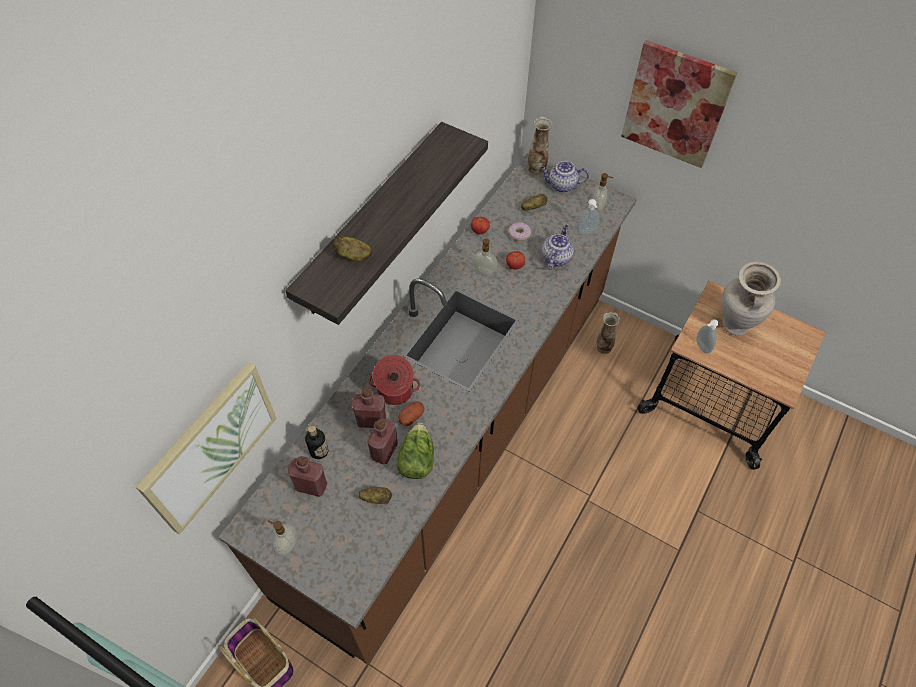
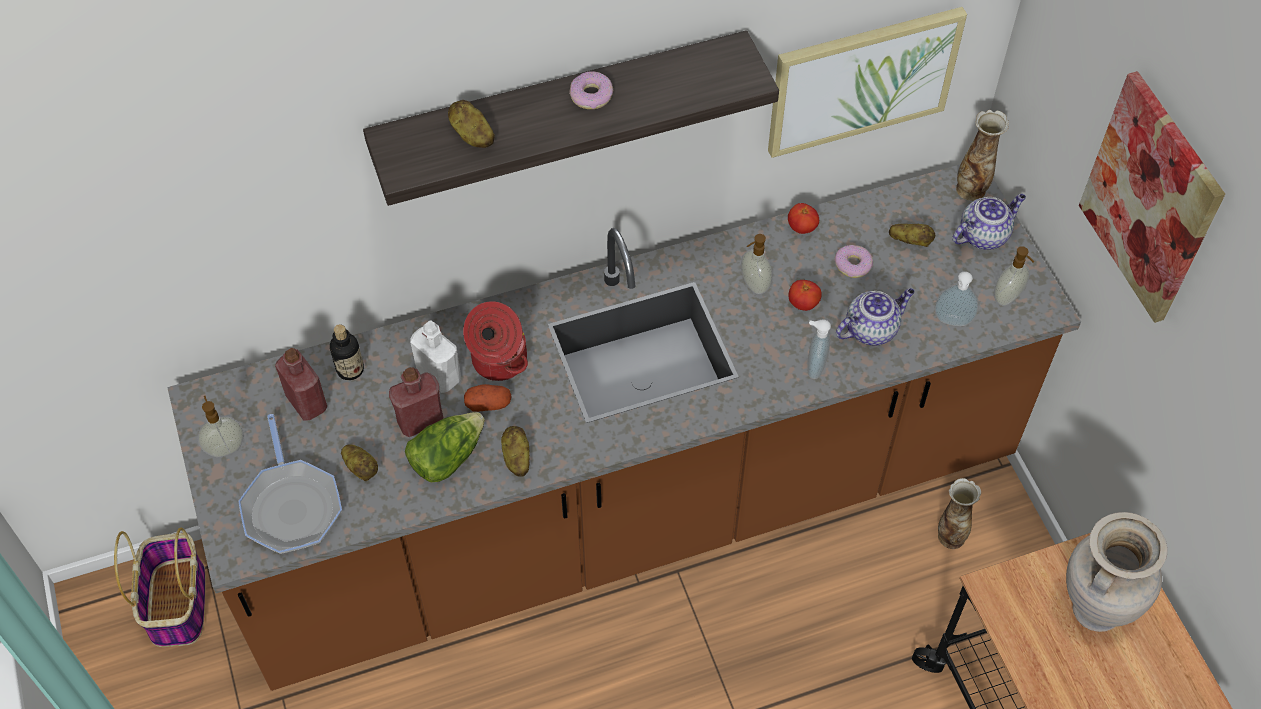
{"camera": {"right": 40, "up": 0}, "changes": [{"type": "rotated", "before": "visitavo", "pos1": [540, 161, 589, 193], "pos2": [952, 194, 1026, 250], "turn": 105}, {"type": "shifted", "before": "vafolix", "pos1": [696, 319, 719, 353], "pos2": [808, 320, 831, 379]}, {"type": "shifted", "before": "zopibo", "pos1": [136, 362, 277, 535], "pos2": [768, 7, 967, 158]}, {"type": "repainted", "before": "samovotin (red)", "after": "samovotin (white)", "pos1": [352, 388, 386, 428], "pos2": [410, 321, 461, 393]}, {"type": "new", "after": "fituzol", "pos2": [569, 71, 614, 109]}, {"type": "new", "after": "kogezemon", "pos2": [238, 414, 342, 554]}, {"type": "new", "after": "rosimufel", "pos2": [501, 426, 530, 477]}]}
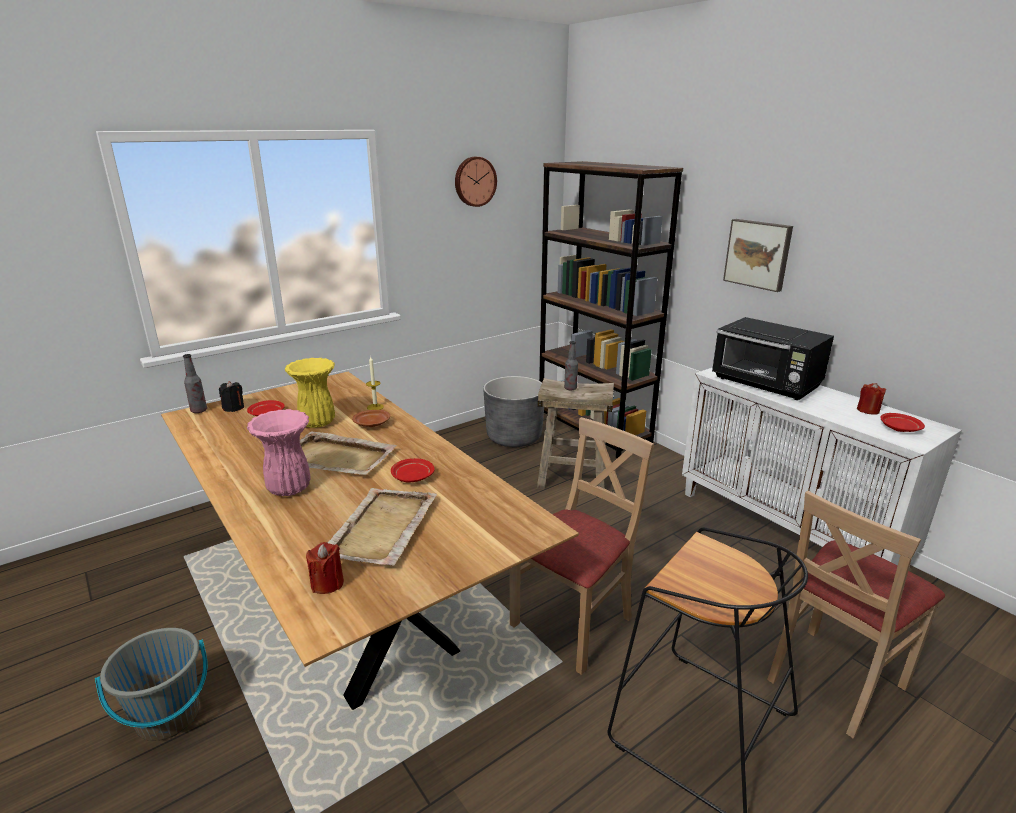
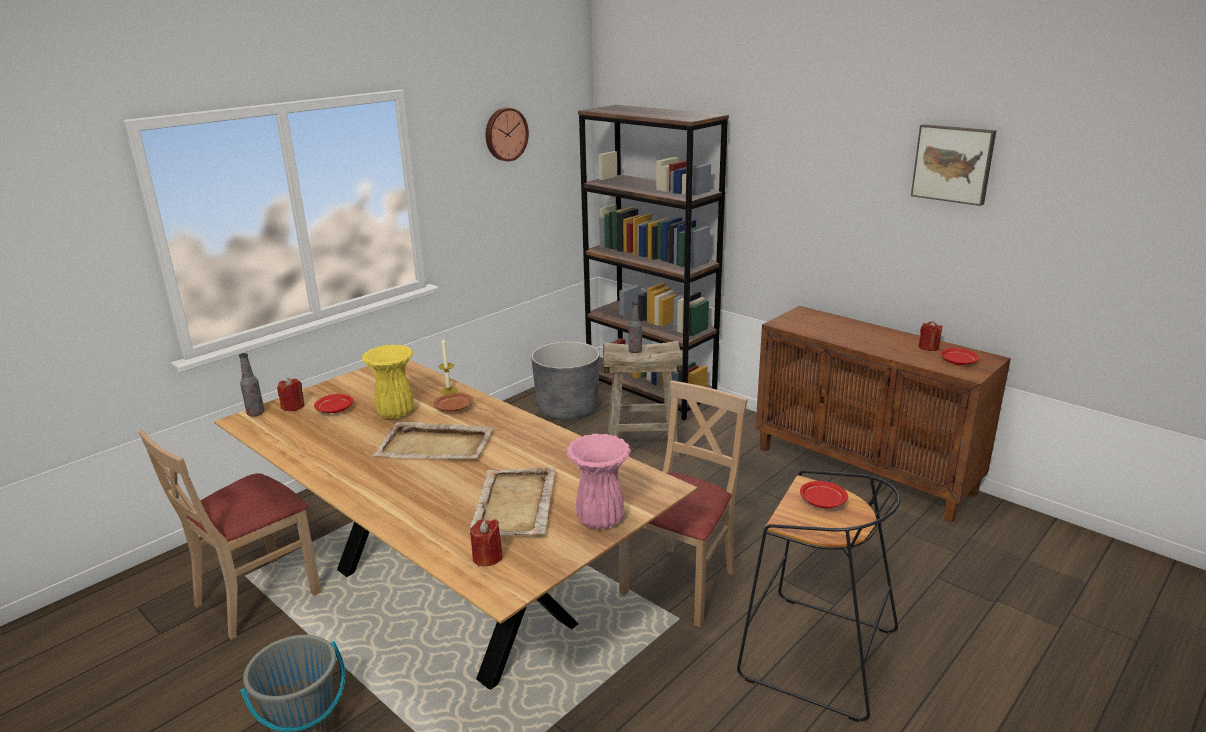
{"camera": {"right": -10, "up": 0}, "changes": [{"type": "shifted", "before": "zopibo", "pos1": [723, 219, 793, 292], "pos2": [911, 124, 996, 206]}, {"type": "gone", "before": "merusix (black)", "pos1": [712, 317, 834, 400]}, {"type": "repainted", "before": "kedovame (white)", "after": "kedovame (brown)", "pos1": [682, 367, 962, 565], "pos2": [756, 306, 1011, 523]}, {"type": "repainted", "before": "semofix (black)", "after": "semofix (red)", "pos1": [219, 381, 244, 412], "pos2": [277, 378, 305, 411]}, {"type": "shifted", "before": "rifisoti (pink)", "pos1": [247, 409, 311, 496], "pos2": [566, 433, 631, 529]}, {"type": "shifted", "before": "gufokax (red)", "pos1": [391, 458, 435, 482], "pos2": [800, 481, 848, 508]}, {"type": "shifted", "before": "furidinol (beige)", "pos1": [767, 490, 945, 738], "pos2": [139, 430, 322, 640]}]}
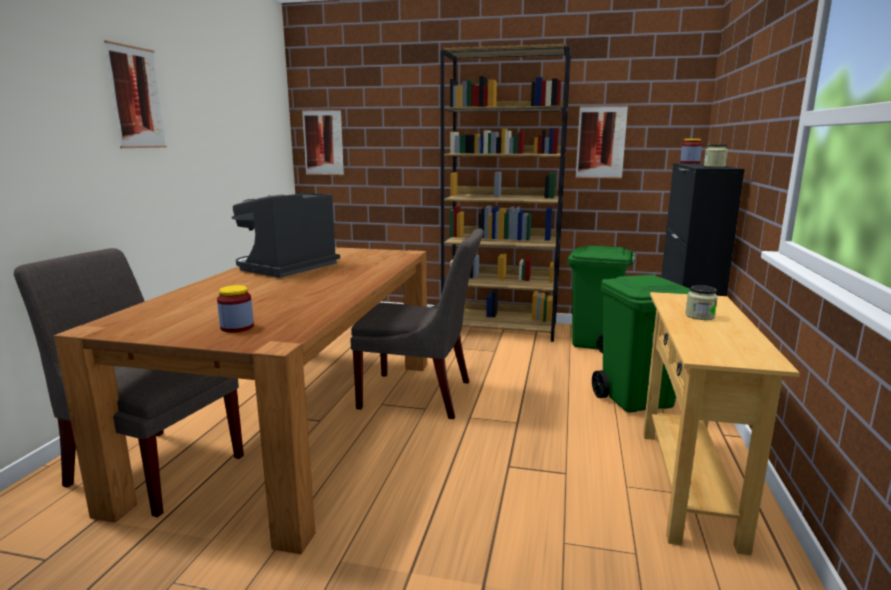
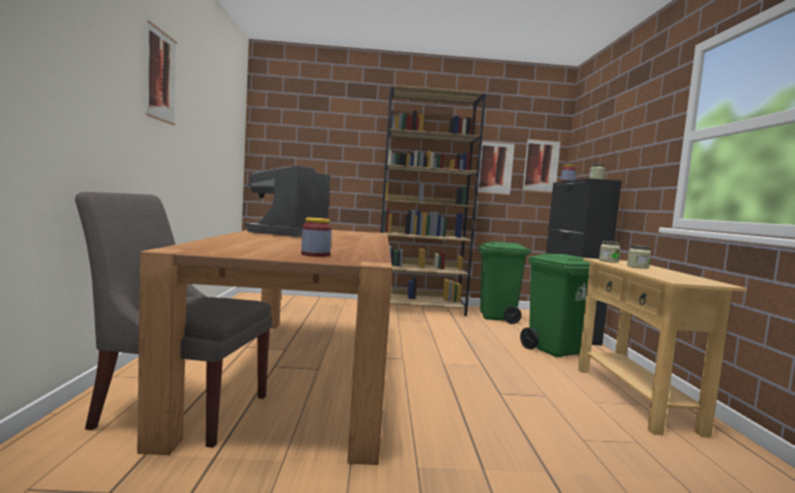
{"camera": {"right": -15, "up": -10}, "changes": [{"type": "shifted", "before": "zopibo", "pos1": [302, 110, 344, 175], "pos2": [522, 139, 561, 193]}, {"type": "gone", "before": "furidinol (grey)", "pos1": [350, 228, 484, 419]}, {"type": "new", "after": "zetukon", "pos2": [599, 241, 621, 263]}]}
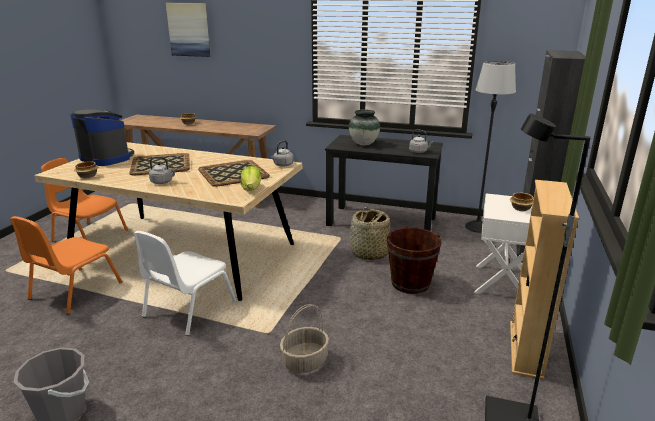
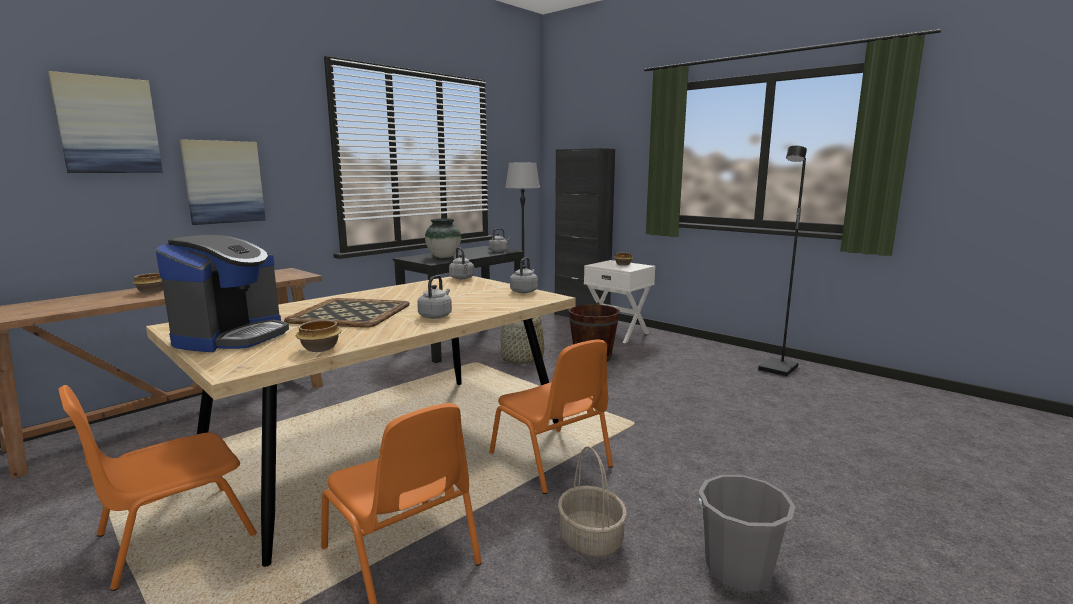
{"camera": {"right": -65, "up": -10}, "changes": [{"type": "rotated", "before": "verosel", "pos1": [70, 109, 134, 166], "pos2": [156, 235, 289, 352], "turn": 135}, {"type": "gone", "before": "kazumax", "pos1": [198, 160, 270, 187]}, {"type": "swapped", "before": "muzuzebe", "after": "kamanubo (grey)", "pos1": [241, 166, 262, 191], "pos2": [510, 257, 538, 293]}, {"type": "gone", "before": "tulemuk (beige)", "pos1": [510, 180, 579, 380]}, {"type": "repainted", "before": "furidinol (white)", "after": "furidinol (orange)", "pos1": [134, 231, 236, 336], "pos2": [489, 340, 613, 494]}, {"type": "shifted", "before": "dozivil", "pos1": [280, 304, 329, 373], "pos2": [558, 446, 627, 558]}, {"type": "new", "after": "zopibo", "pos2": [180, 139, 266, 225]}]}
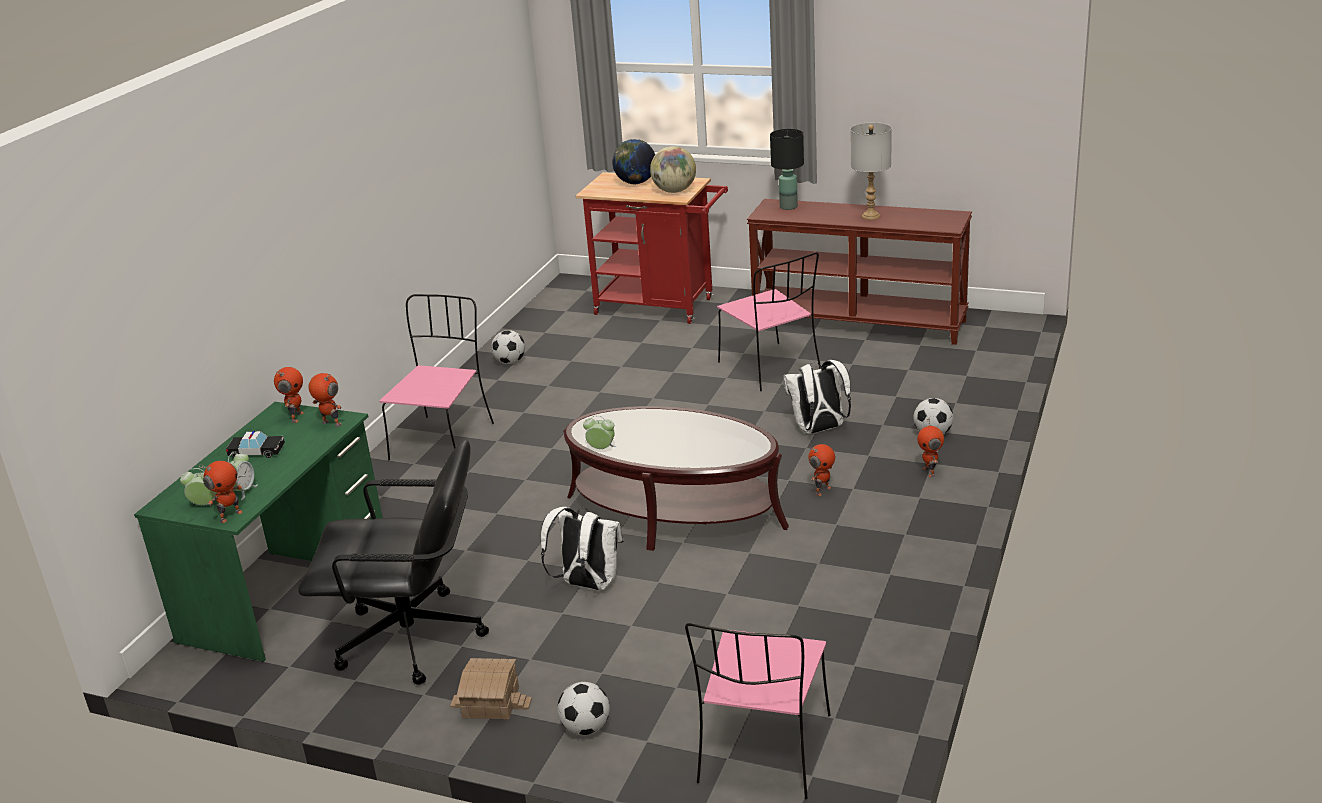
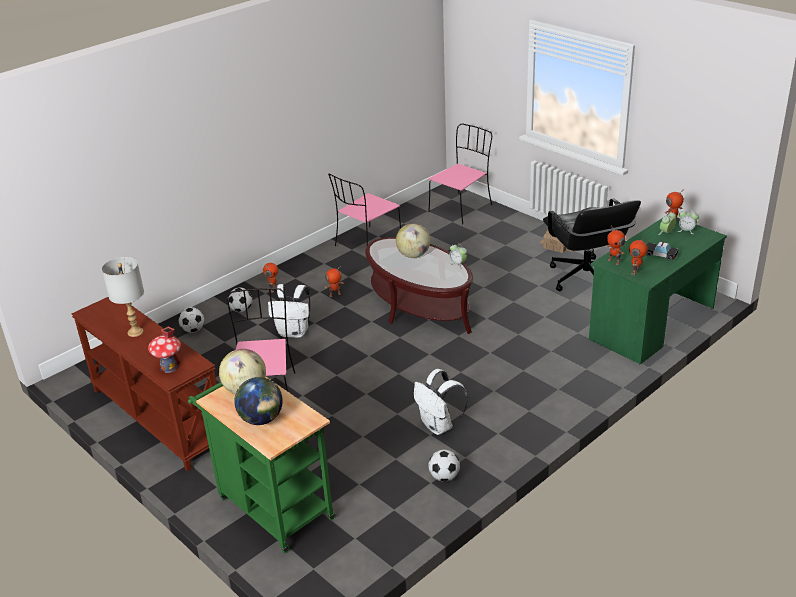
{"camera": {"right": -155, "up": 5}, "changes": [{"type": "swapped", "before": "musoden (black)", "after": "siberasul", "pos1": [770, 129, 804, 210], "pos2": [148, 327, 181, 373]}, {"type": "repainted", "before": "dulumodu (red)", "after": "dulumodu (green)", "pos1": [575, 172, 728, 324], "pos2": [188, 377, 336, 553]}, {"type": "shifted", "before": "furidinol (pink)", "pos1": [379, 294, 494, 460], "pos2": [328, 173, 401, 246]}, {"type": "rotated", "before": "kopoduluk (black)", "pos1": [298, 440, 489, 685], "pos2": [543, 198, 641, 291], "turn": -135}, {"type": "shifted", "before": "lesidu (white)", "pos1": [541, 507, 624, 590], "pos2": [414, 369, 468, 435]}, {"type": "shifted", "before": "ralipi", "pos1": [557, 682, 610, 735], "pos2": [179, 307, 204, 333]}, {"type": "new", "after": "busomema", "pos2": [396, 223, 430, 258]}]}
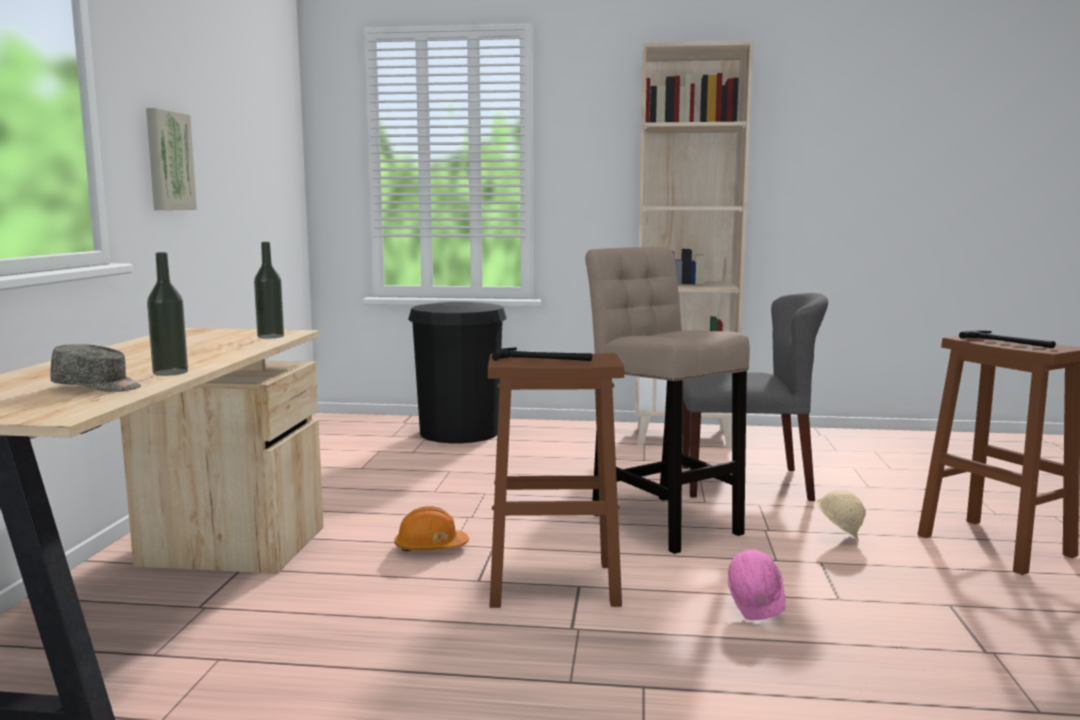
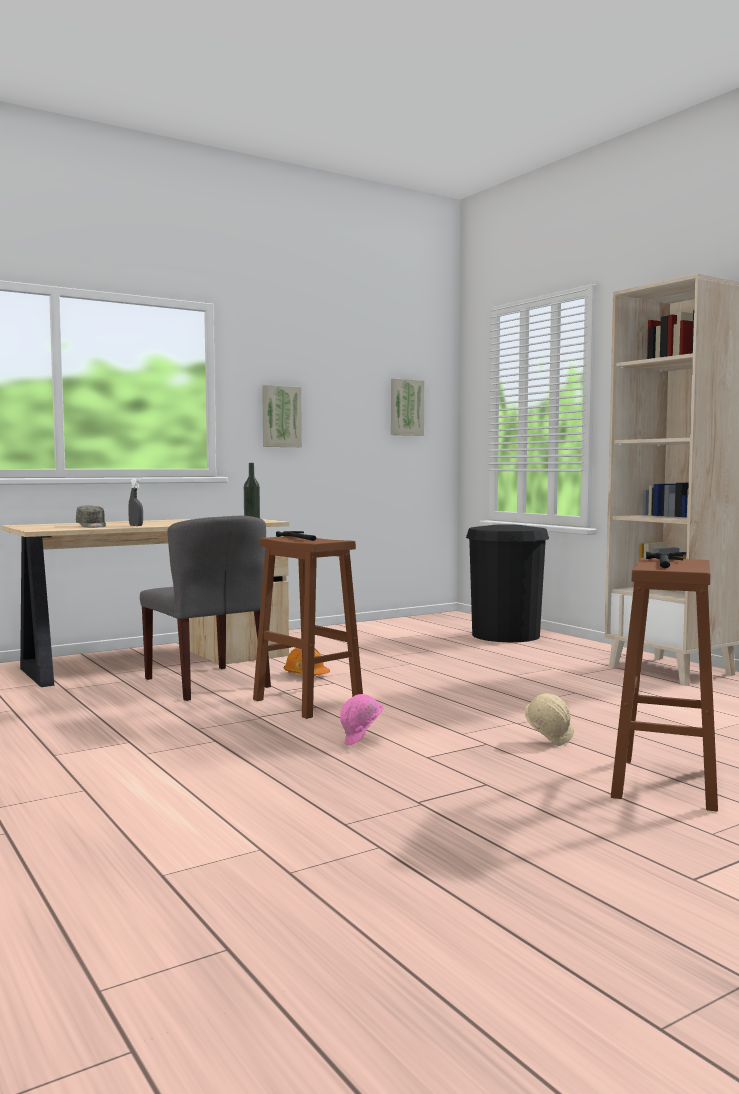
{"camera": {"right": 50, "up": -5}, "changes": [{"type": "gone", "before": "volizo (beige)", "pos1": [585, 247, 750, 554]}, {"type": "swapped", "before": "samovotin", "after": "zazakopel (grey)", "pos1": [147, 252, 188, 376], "pos2": [128, 478, 143, 526]}, {"type": "shifted", "before": "furidinol (grey)", "pos1": [682, 293, 828, 501], "pos2": [140, 516, 271, 701]}, {"type": "new", "after": "zopibo", "pos2": [391, 379, 424, 436]}]}
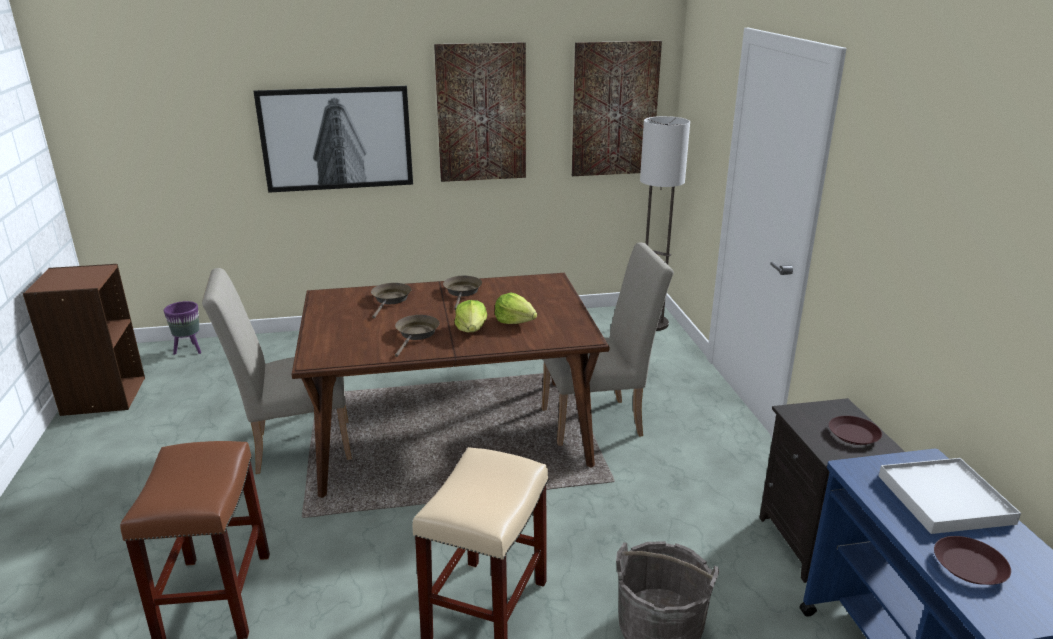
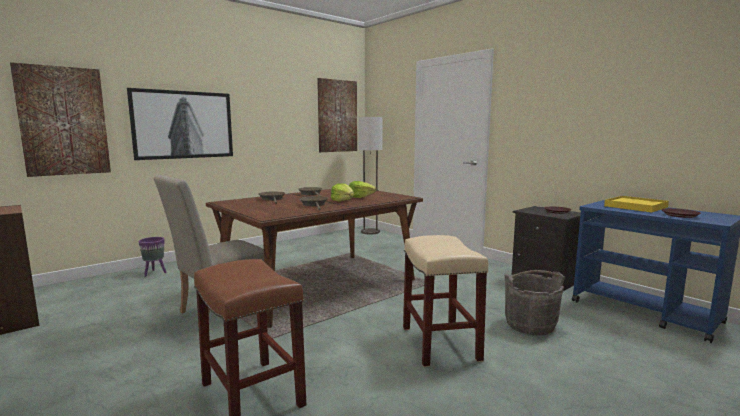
{"camera": {"right": -30, "up": -15}, "changes": [{"type": "shifted", "before": "zopibo", "pos1": [434, 42, 526, 182], "pos2": [10, 62, 111, 177]}, {"type": "gone", "before": "furidinol (beige)", "pos1": [542, 242, 674, 446]}, {"type": "shifted", "before": "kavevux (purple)", "pos1": [164, 301, 201, 355], "pos2": [138, 237, 167, 277]}, {"type": "repainted", "before": "kazumax (white)", "after": "kazumax (yellow)", "pos1": [879, 458, 1021, 534], "pos2": [604, 196, 669, 212]}]}
